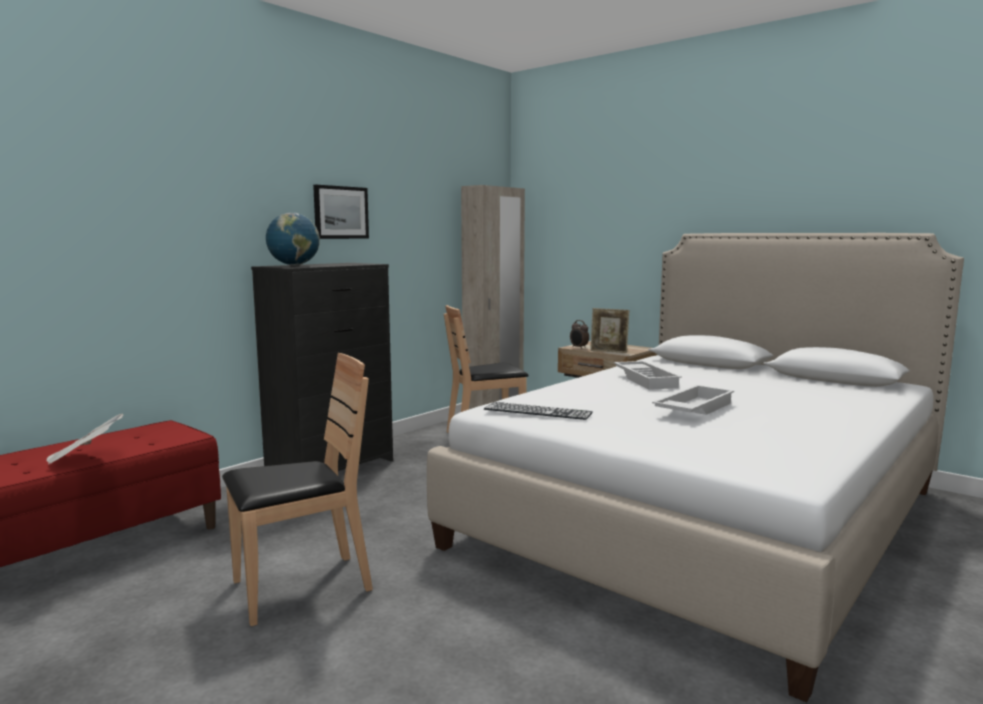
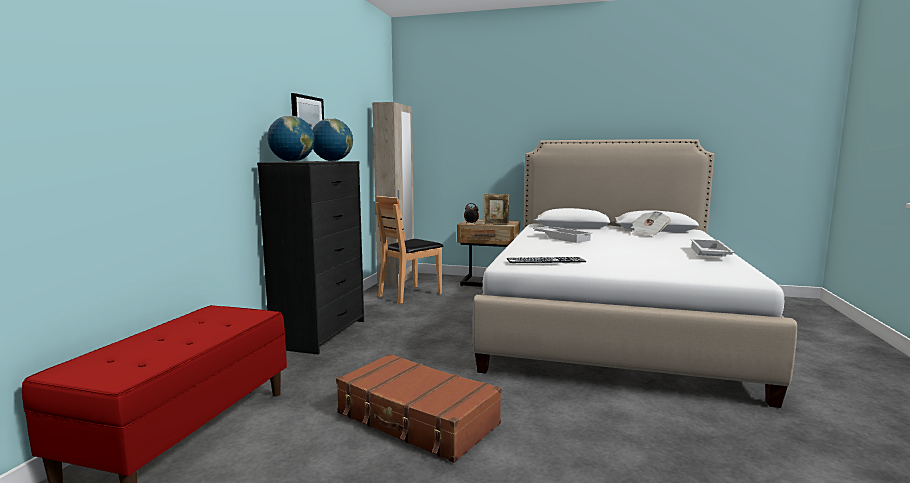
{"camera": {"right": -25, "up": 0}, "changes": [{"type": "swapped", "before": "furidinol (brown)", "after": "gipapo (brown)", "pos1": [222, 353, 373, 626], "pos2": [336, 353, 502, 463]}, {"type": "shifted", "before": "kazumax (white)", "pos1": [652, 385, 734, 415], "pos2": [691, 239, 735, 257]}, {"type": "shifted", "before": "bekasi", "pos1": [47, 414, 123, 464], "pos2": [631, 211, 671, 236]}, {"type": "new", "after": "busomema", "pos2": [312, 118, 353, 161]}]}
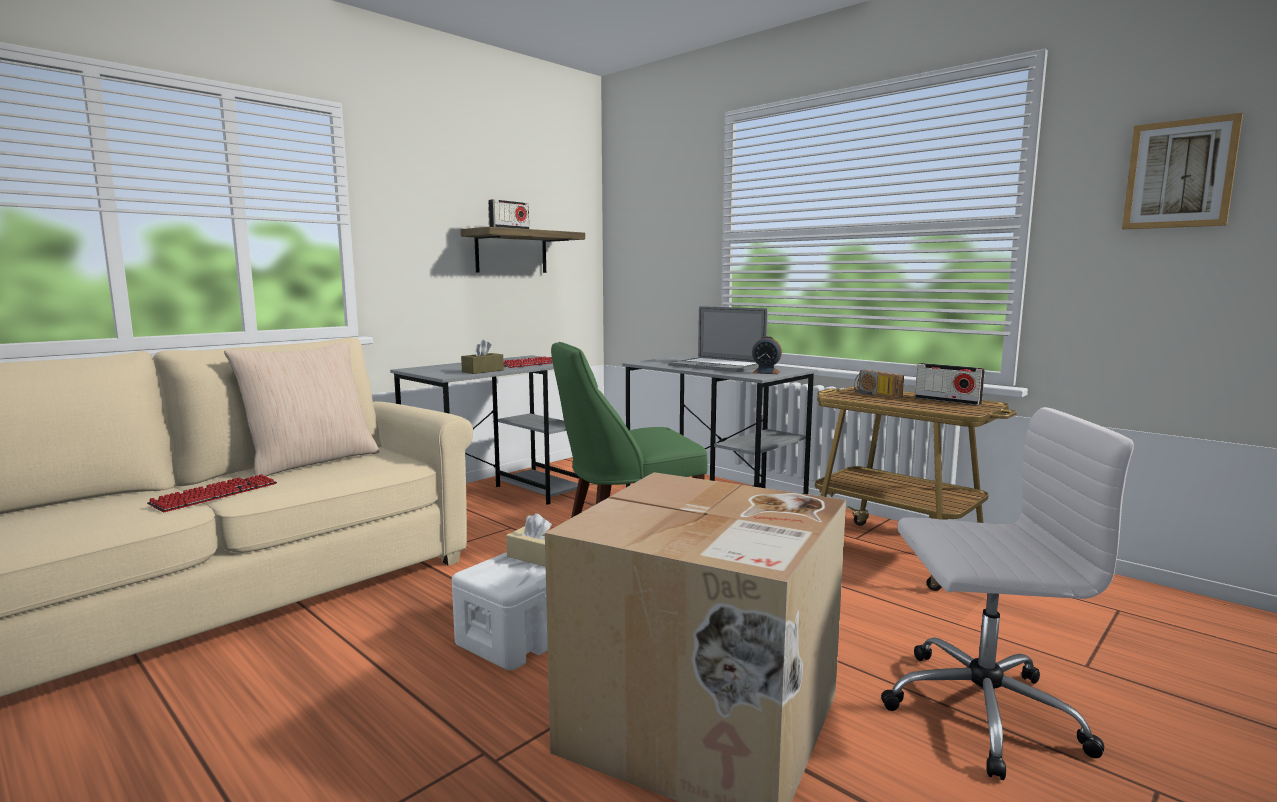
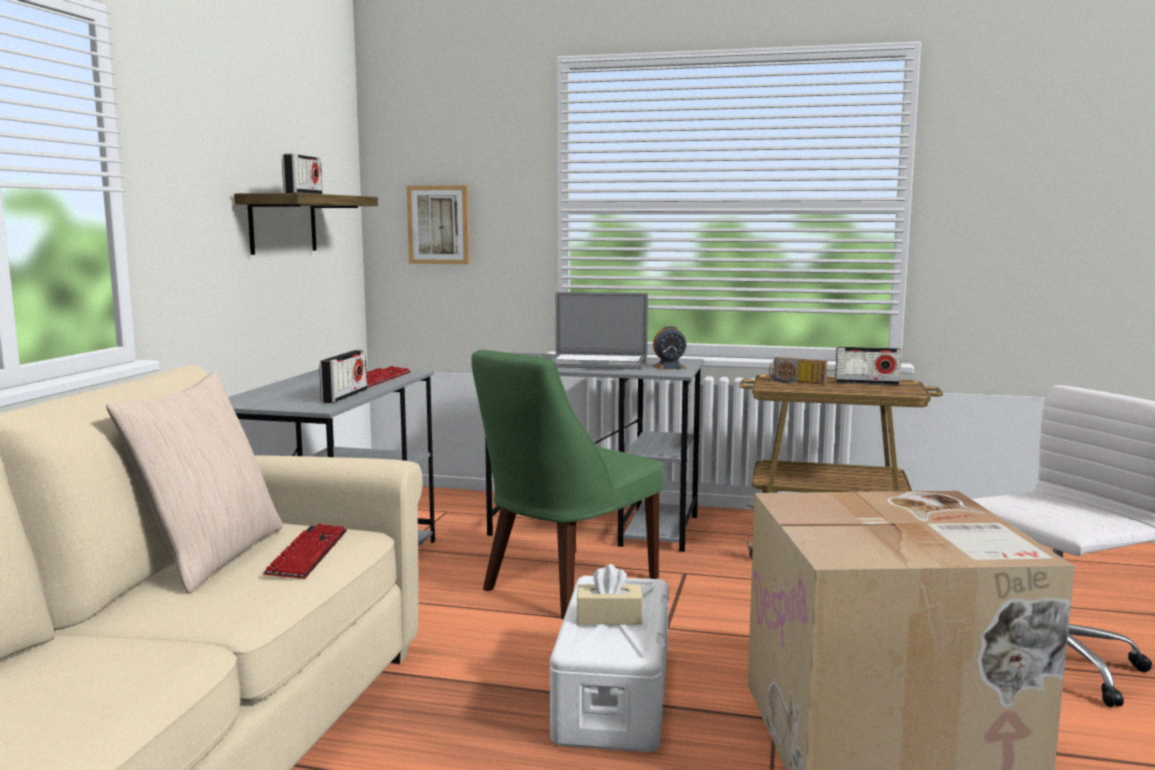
{"camera": {"right": -30, "up": 0}, "changes": [{"type": "shifted", "before": "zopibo", "pos1": [1122, 113, 1243, 229], "pos2": [407, 185, 470, 264]}, {"type": "swapped", "before": "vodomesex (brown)", "after": "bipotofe", "pos1": [461, 340, 504, 374], "pos2": [319, 350, 367, 403]}, {"type": "shifted", "before": "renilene", "pos1": [147, 474, 277, 512], "pos2": [264, 523, 347, 579]}]}
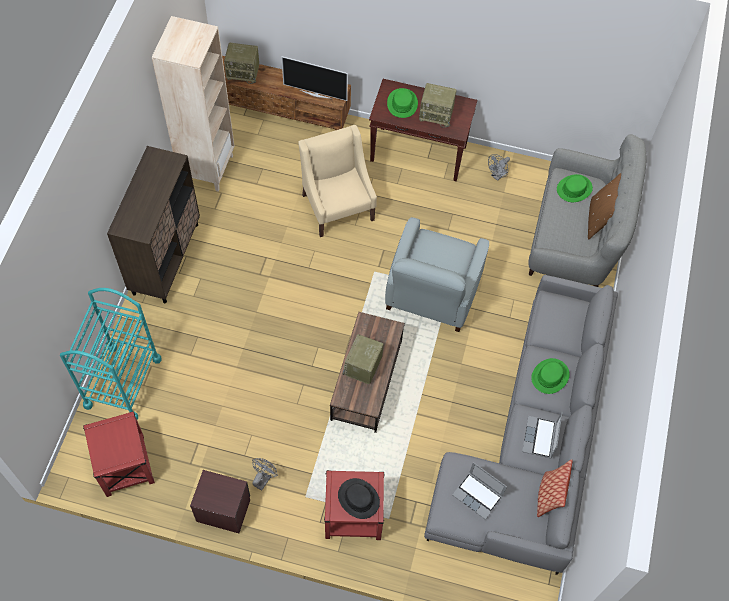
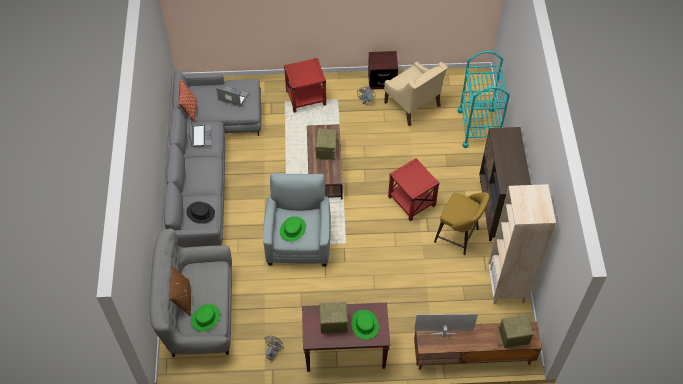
{"camera": {"right": 165, "up": -5}, "changes": [{"type": "shifted", "before": "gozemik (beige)", "pos1": [298, 125, 377, 237], "pos2": [384, 62, 448, 126]}, {"type": "shifted", "before": "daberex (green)", "pos1": [531, 358, 570, 394], "pos2": [280, 216, 306, 242]}, {"type": "shifted", "before": "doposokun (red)", "pos1": [83, 411, 155, 497], "pos2": [388, 158, 439, 222]}, {"type": "shifted", "before": "daberex (black)", "pos1": [338, 478, 380, 519], "pos2": [186, 202, 215, 224]}, {"type": "new", "after": "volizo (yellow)", "pos2": [434, 192, 490, 255]}]}
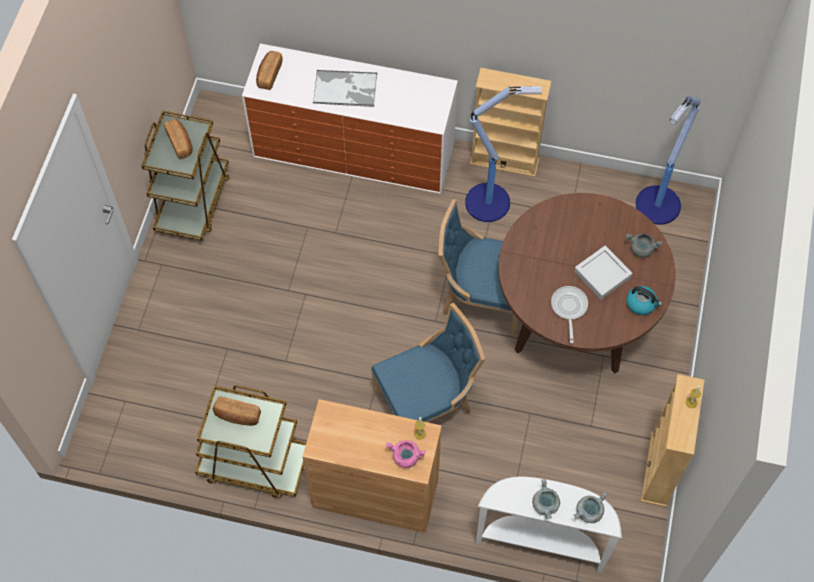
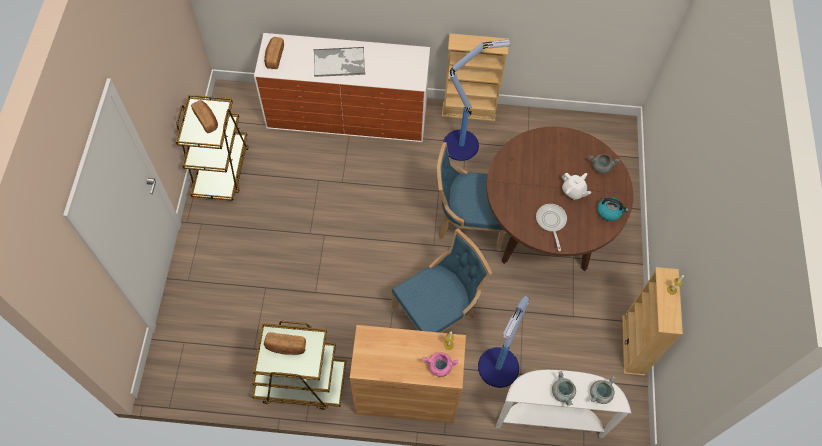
{"camera": {"right": -10, "up": 0}, "changes": [{"type": "shifted", "before": "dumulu", "pos1": [636, 96, 701, 225], "pos2": [478, 296, 529, 388]}, {"type": "swapped", "before": "kazumax (grey)", "after": "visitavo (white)", "pos1": [574, 245, 632, 300], "pos2": [562, 172, 591, 200]}]}
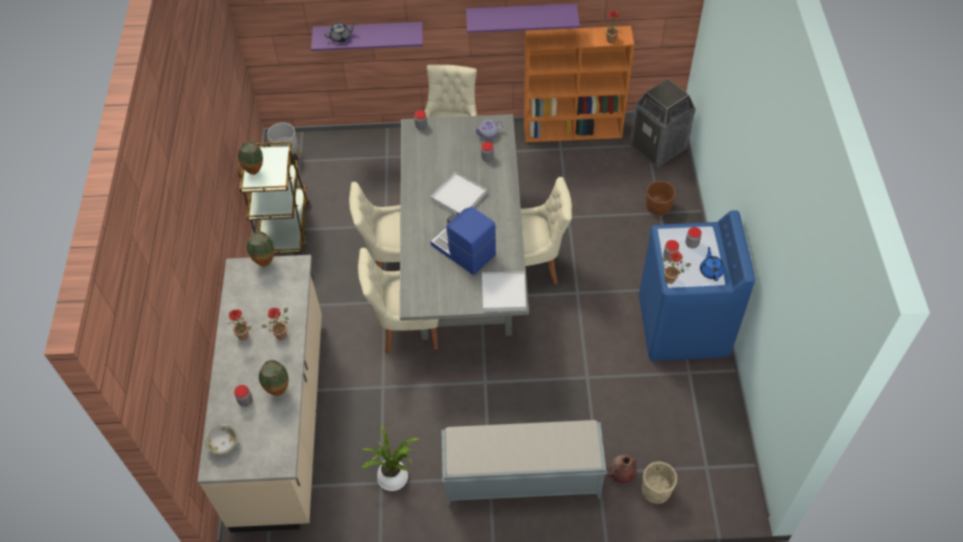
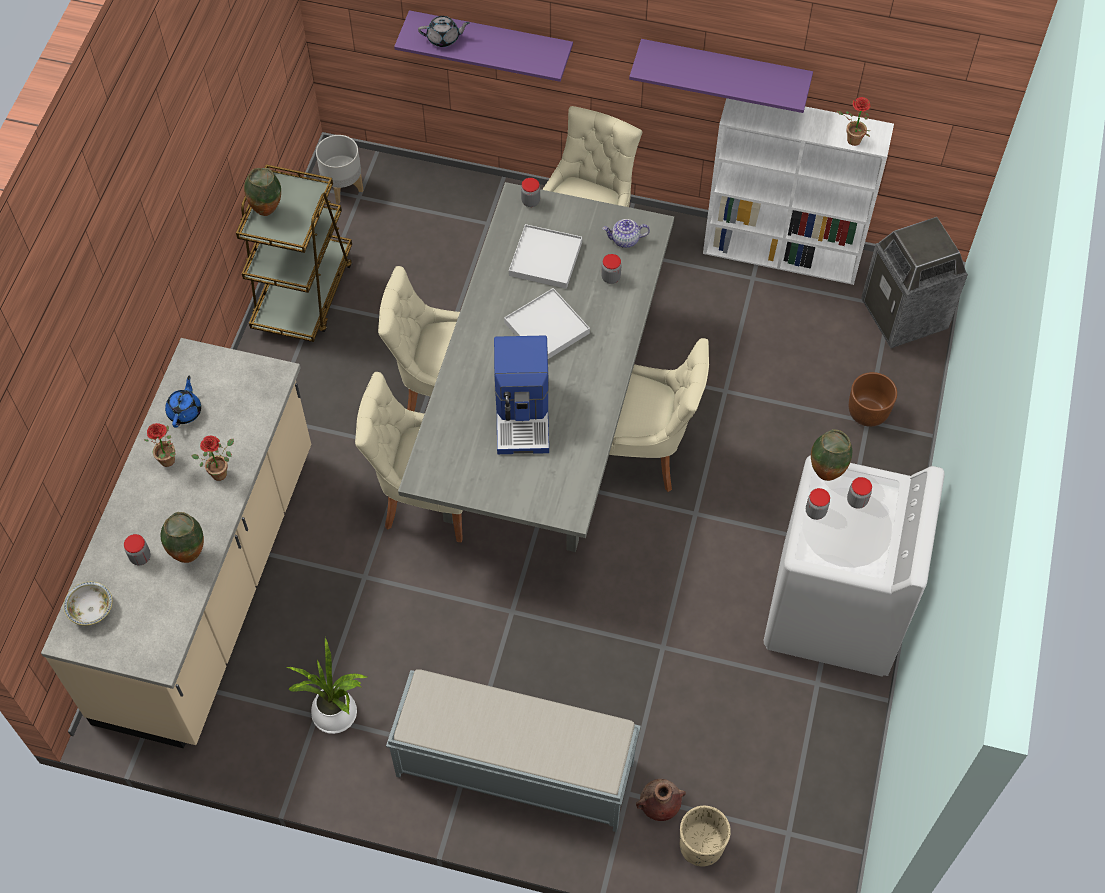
{"camera": {"right": 15, "up": 5}, "changes": [{"type": "repainted", "before": "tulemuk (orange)", "after": "tulemuk (white)", "pos1": [524, 26, 634, 142], "pos2": [703, 98, 894, 285]}, {"type": "rotated", "before": "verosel", "pos1": [430, 207, 496, 275], "pos2": [494, 335, 549, 454], "turn": -150}, {"type": "repainted", "before": "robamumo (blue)", "after": "robamumo (white)", "pos1": [639, 210, 755, 361], "pos2": [764, 455, 945, 677]}, {"type": "shifted", "before": "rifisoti", "pos1": [247, 231, 274, 267], "pos2": [811, 429, 852, 481]}, {"type": "shifted", "before": "visitavo (blue)", "pos1": [700, 247, 724, 281], "pos2": [165, 376, 201, 428]}, {"type": "gone", "before": "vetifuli", "pos1": [662, 251, 691, 284]}, {"type": "shifted", "before": "kazumax (white)", "pos1": [482, 271, 526, 312], "pos2": [509, 224, 582, 289]}]}
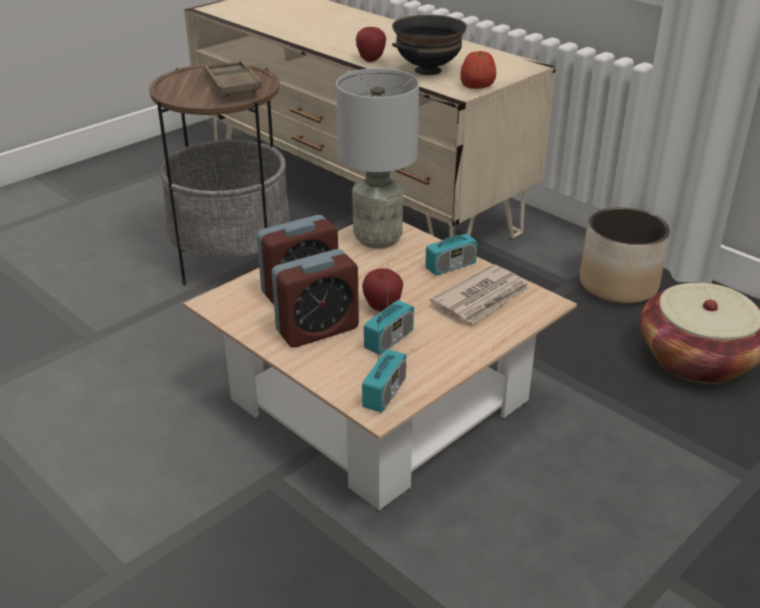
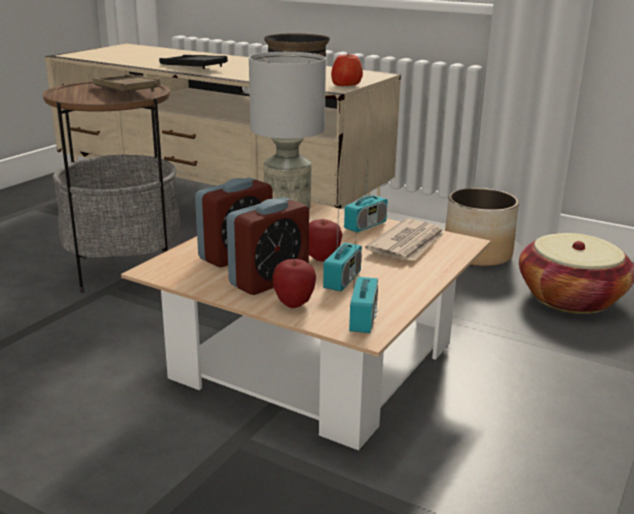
{"camera": {"right": -15, "up": -10}, "changes": [{"type": "shifted", "before": "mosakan", "pos1": [356, 26, 386, 62], "pos2": [273, 259, 316, 308]}, {"type": "new", "after": "kazumax (black)", "pos2": [159, 55, 228, 69]}]}
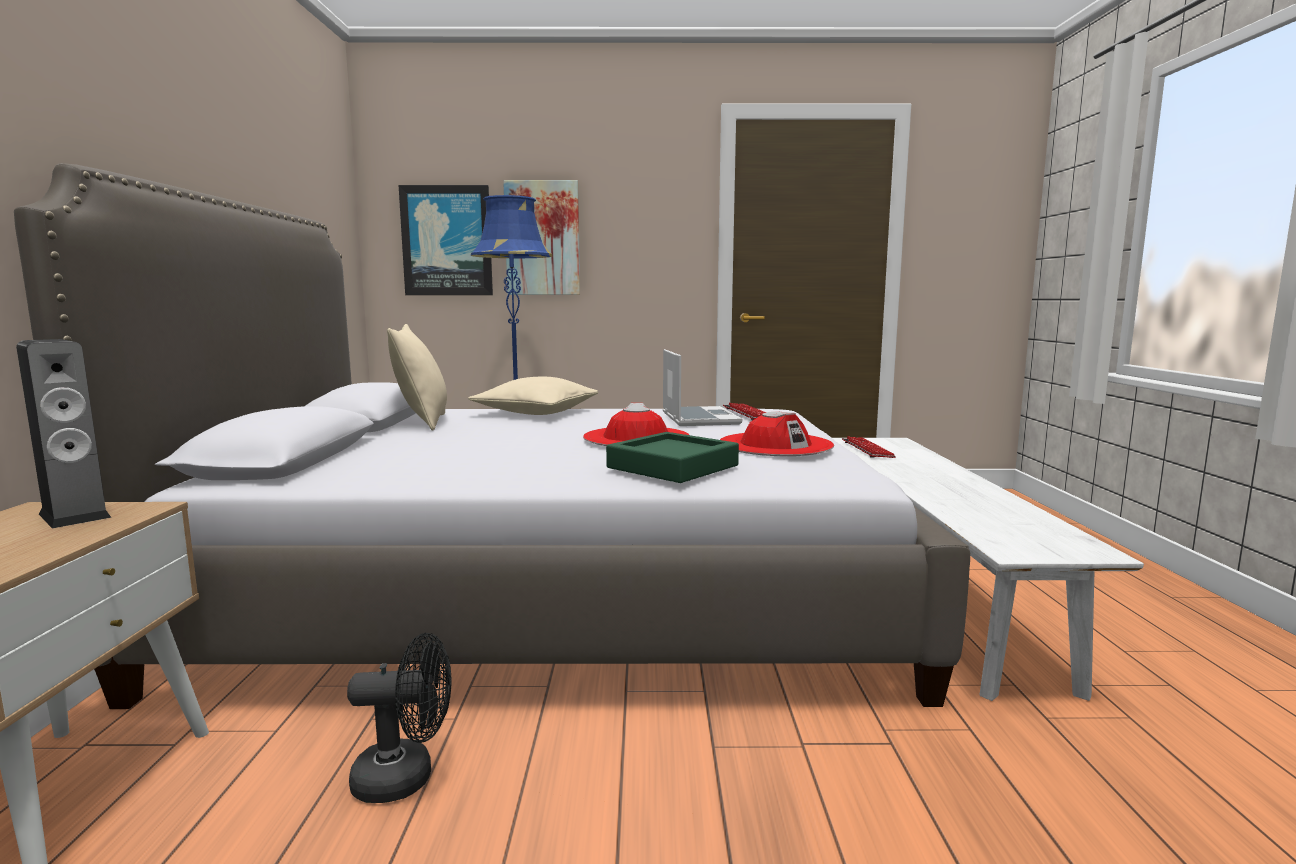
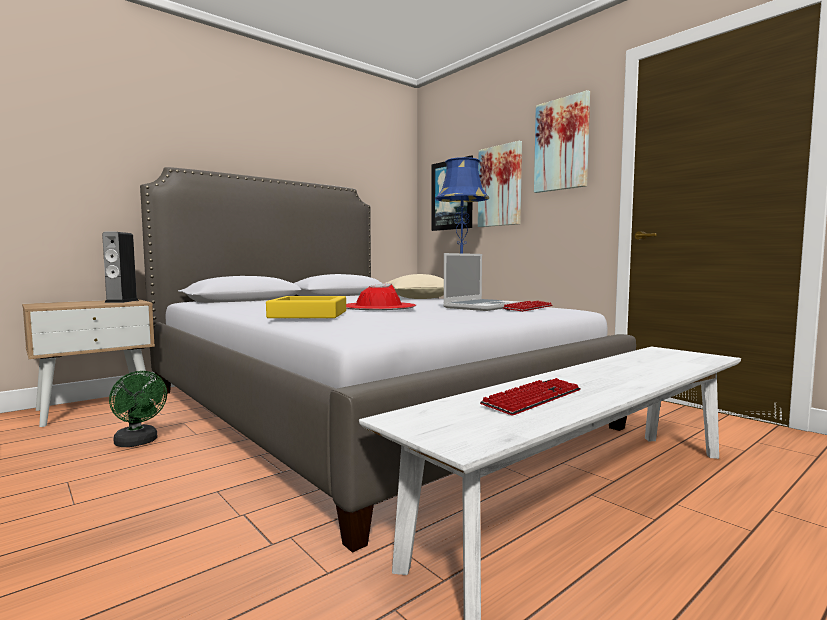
{"camera": {"right": 50, "up": -5}, "changes": [{"type": "gone", "before": "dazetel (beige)", "pos1": [387, 324, 447, 431]}, {"type": "gone", "before": "daberex (red)", "pos1": [720, 411, 834, 456]}, {"type": "repainted", "before": "kazumax (green)", "after": "kazumax (yellow)", "pos1": [606, 432, 739, 483], "pos2": [266, 296, 346, 318]}, {"type": "shifted", "before": "renilene", "pos1": [842, 436, 896, 458], "pos2": [480, 378, 581, 416]}, {"type": "repainted", "before": "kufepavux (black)", "after": "kufepavux (green)", "pos1": [347, 633, 451, 803], "pos2": [109, 371, 167, 447]}, {"type": "new", "after": "zopibo", "pos2": [534, 90, 590, 193]}]}
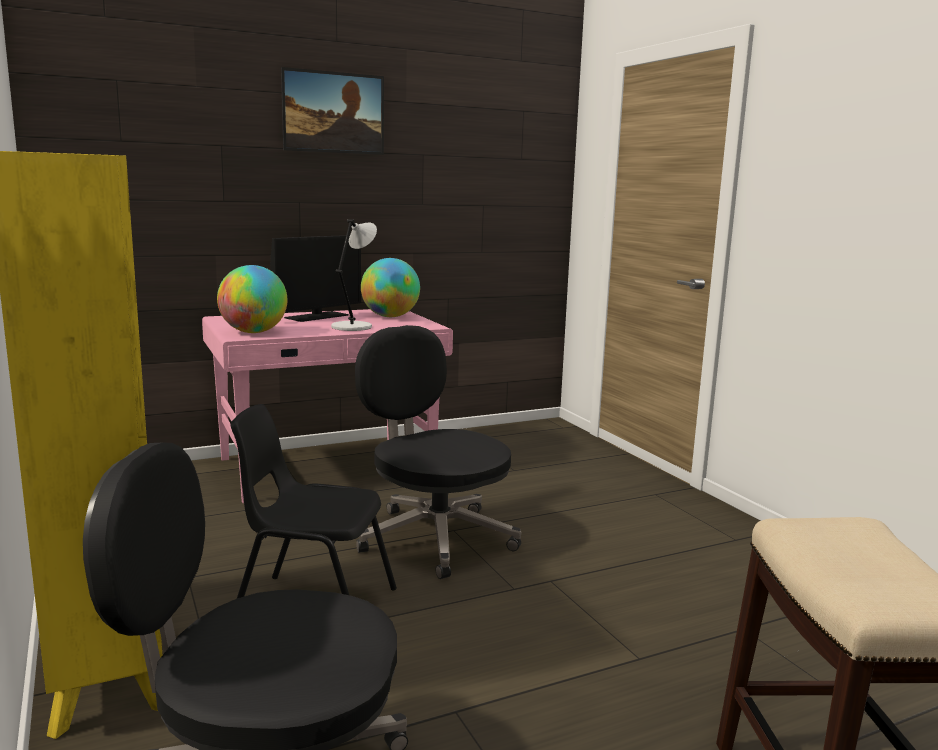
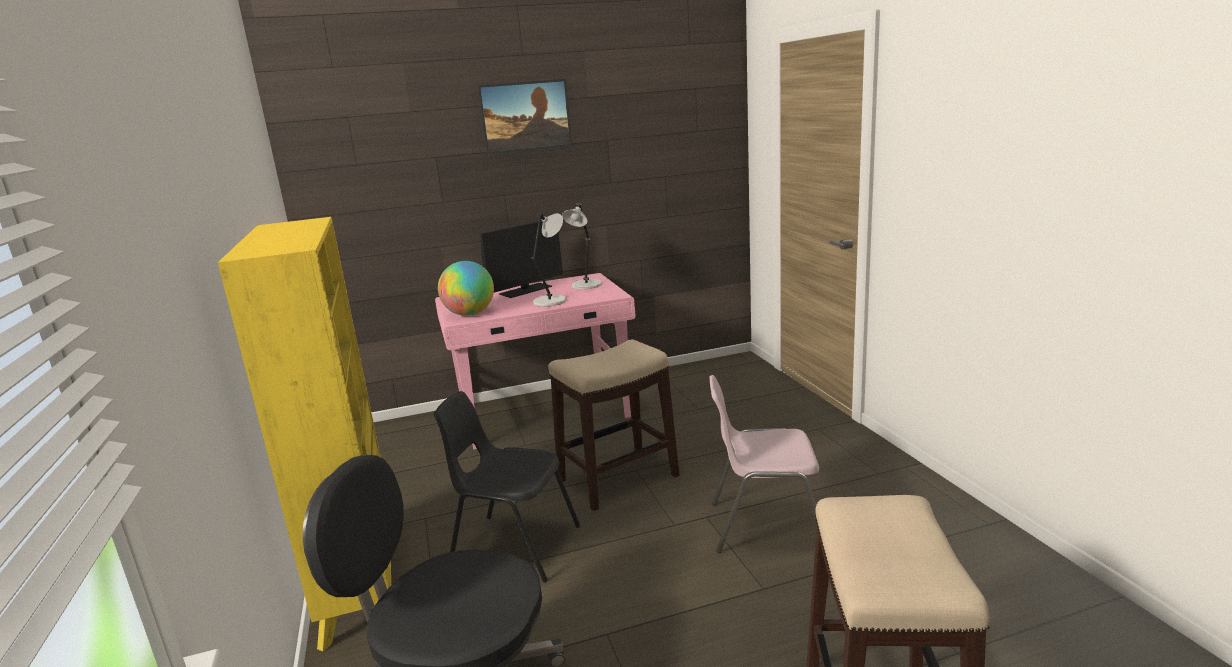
{"camera": {"right": 10, "up": 5}, "changes": [{"type": "swapped", "before": "busomema", "after": "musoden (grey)", "pos1": [361, 258, 420, 317], "pos2": [562, 203, 602, 289]}, {"type": "swapped", "before": "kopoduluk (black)", "after": "volizo", "pos1": [355, 325, 521, 579], "pos2": [548, 339, 680, 511]}, {"type": "new", "after": "furidinol (pink)", "pos2": [709, 375, 819, 553]}]}
